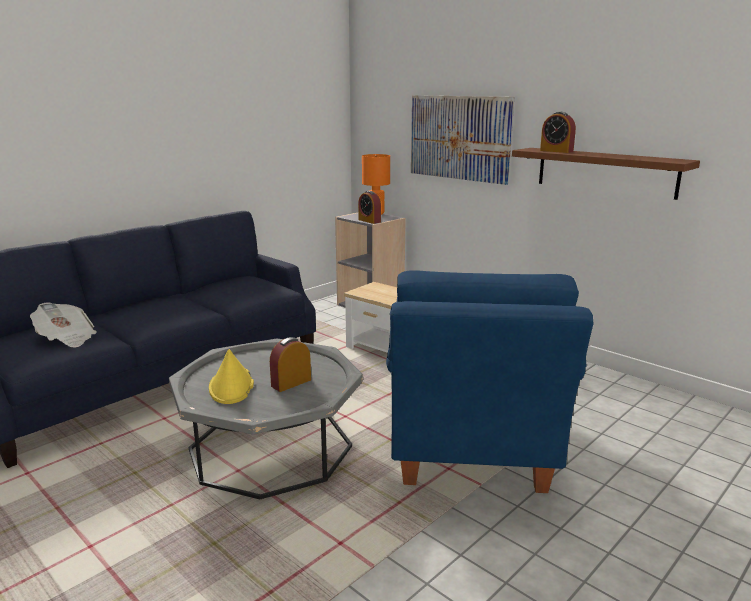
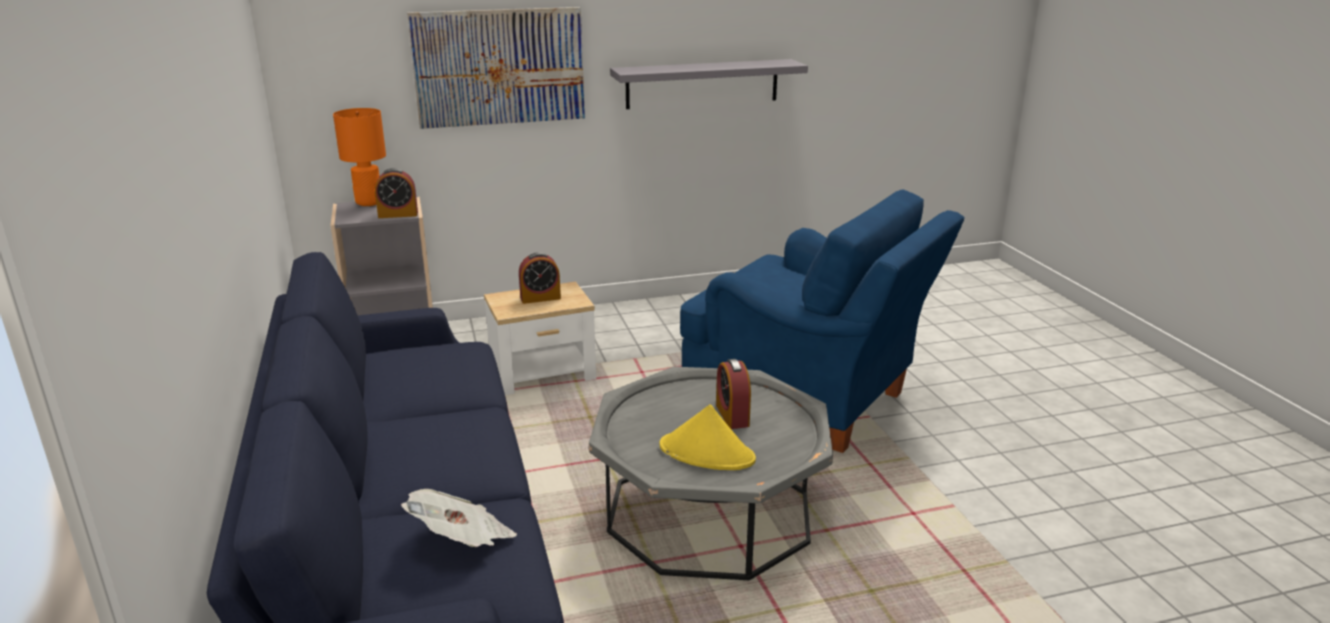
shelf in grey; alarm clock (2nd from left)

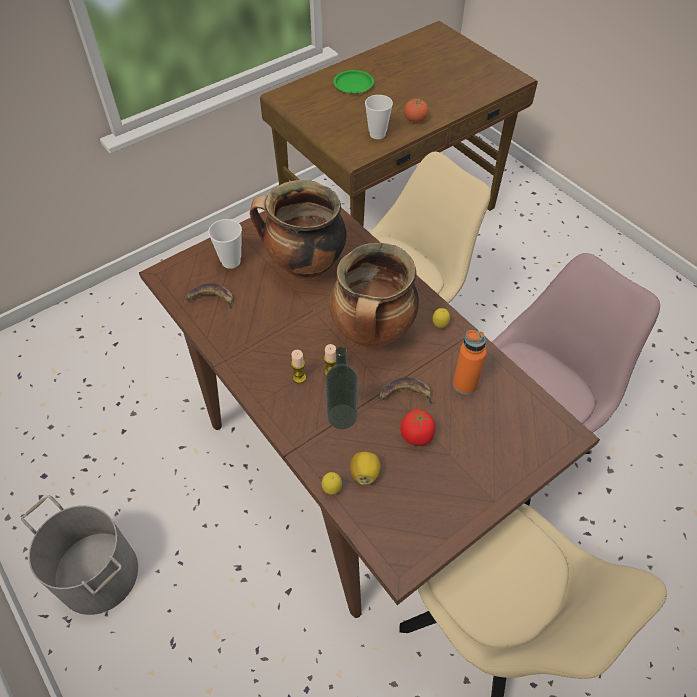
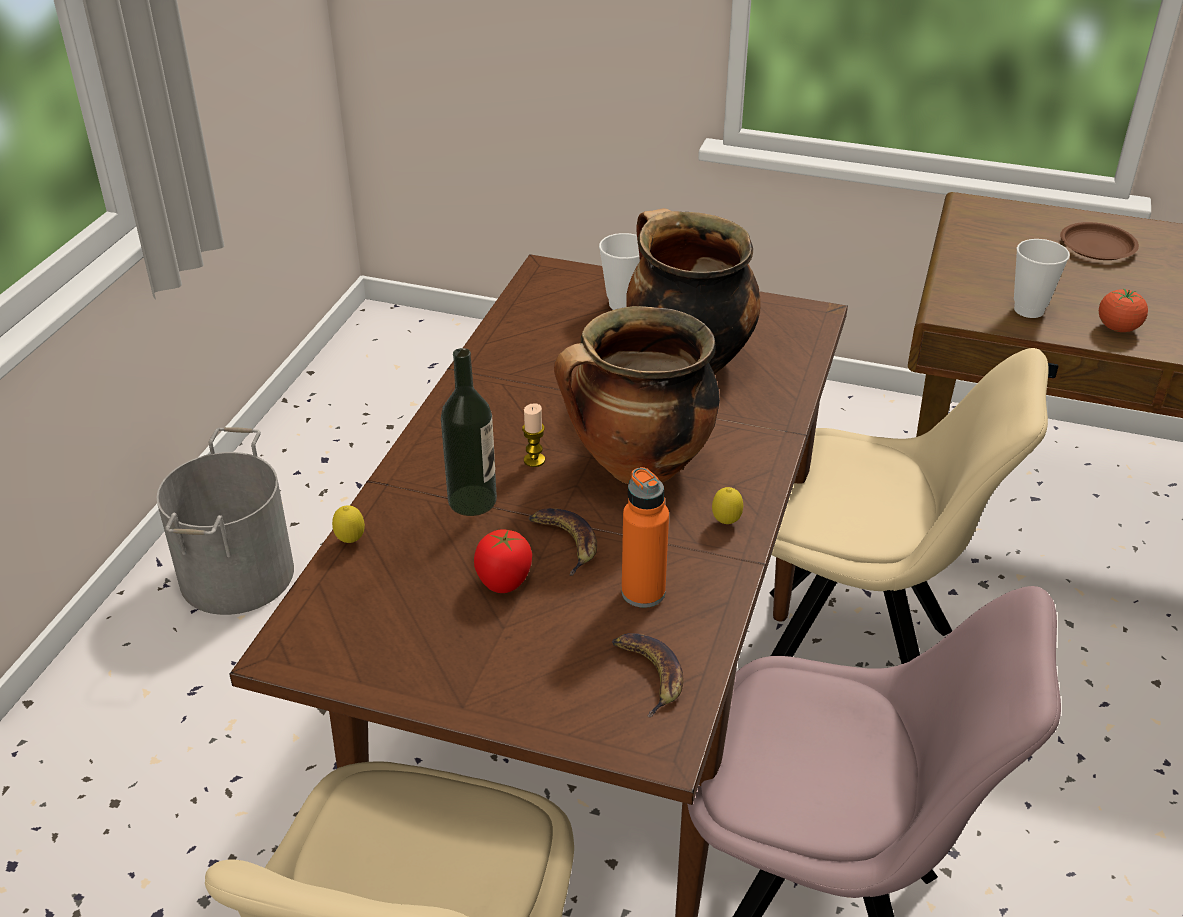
banana (2nd from left); candle (1st from left in the first image); plate in brown; lemon (2nd from left in the first image)

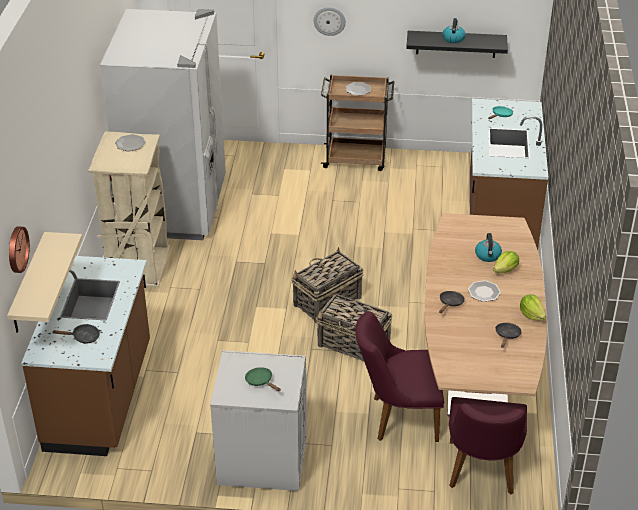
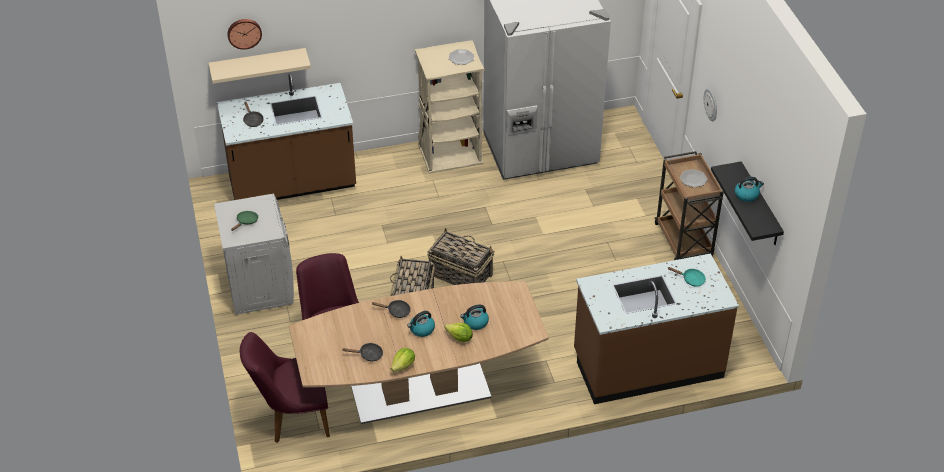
kettle (1st from left)

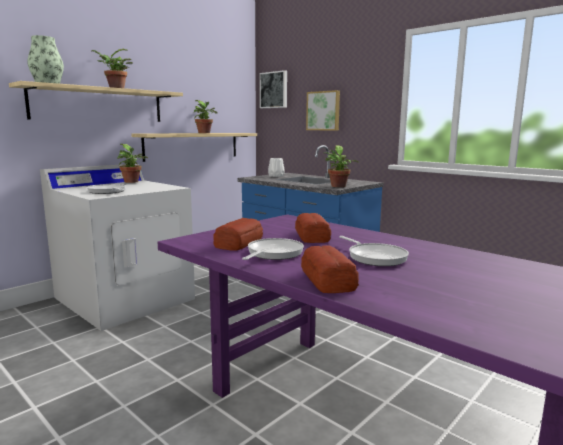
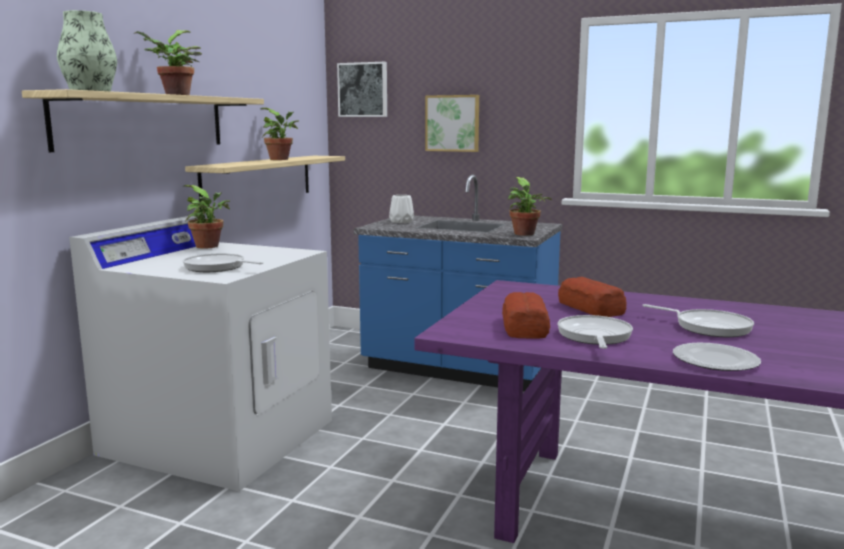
plate

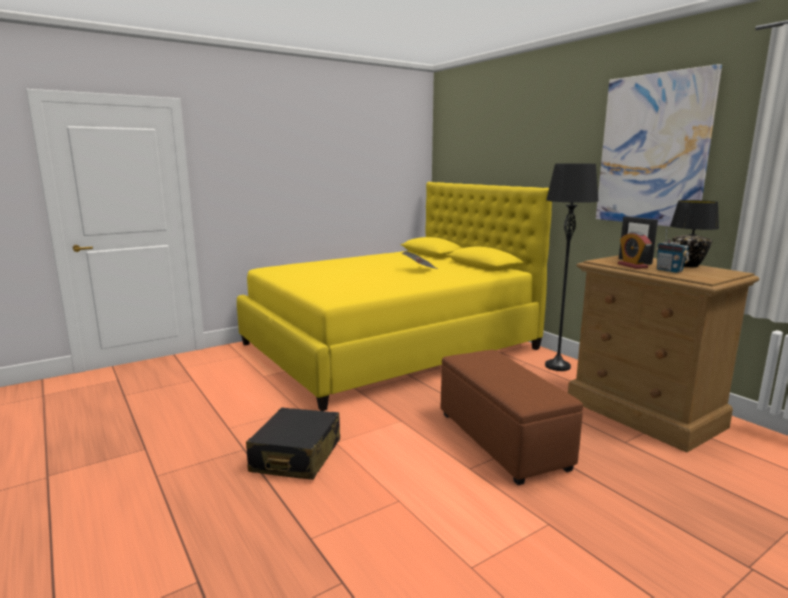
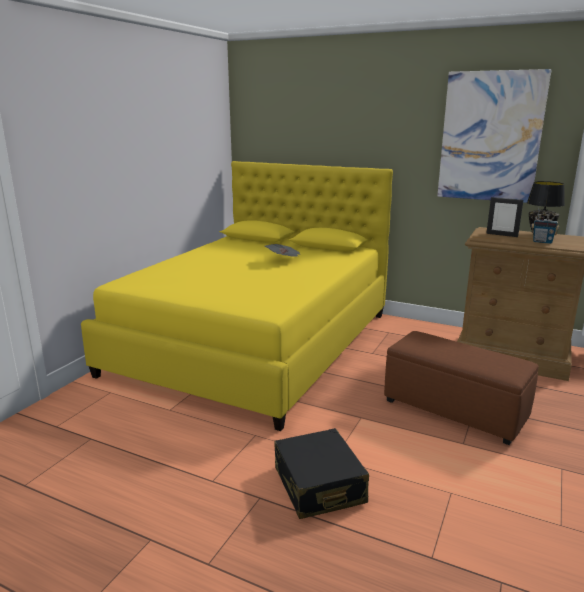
floor lamp in black; alarm clock

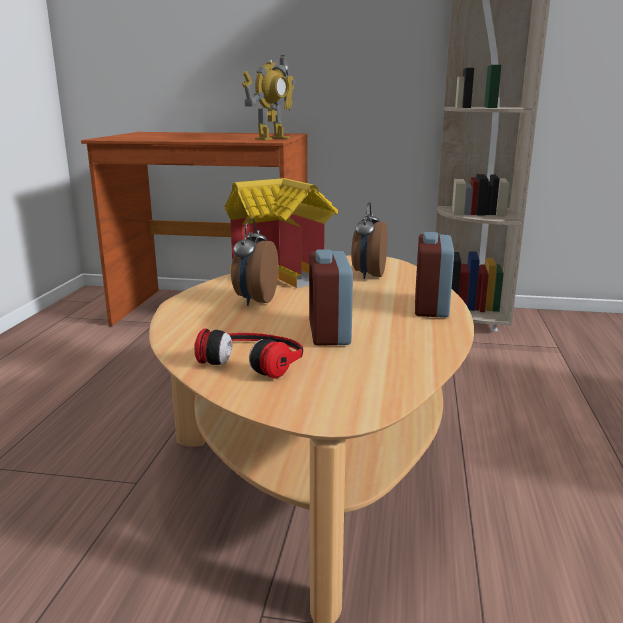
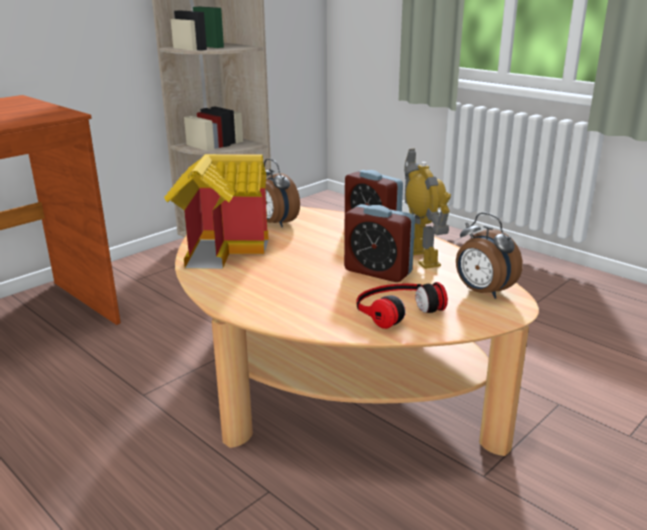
alarm clock (4th from left); toy robot

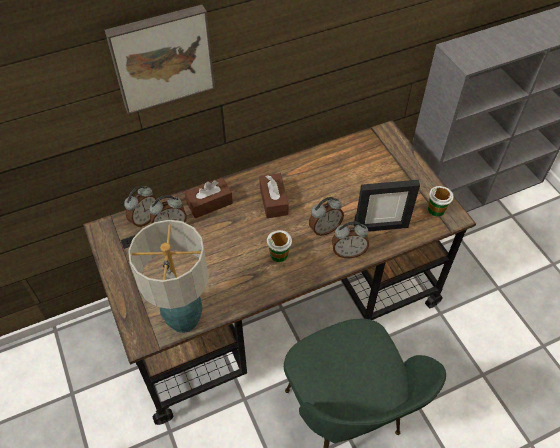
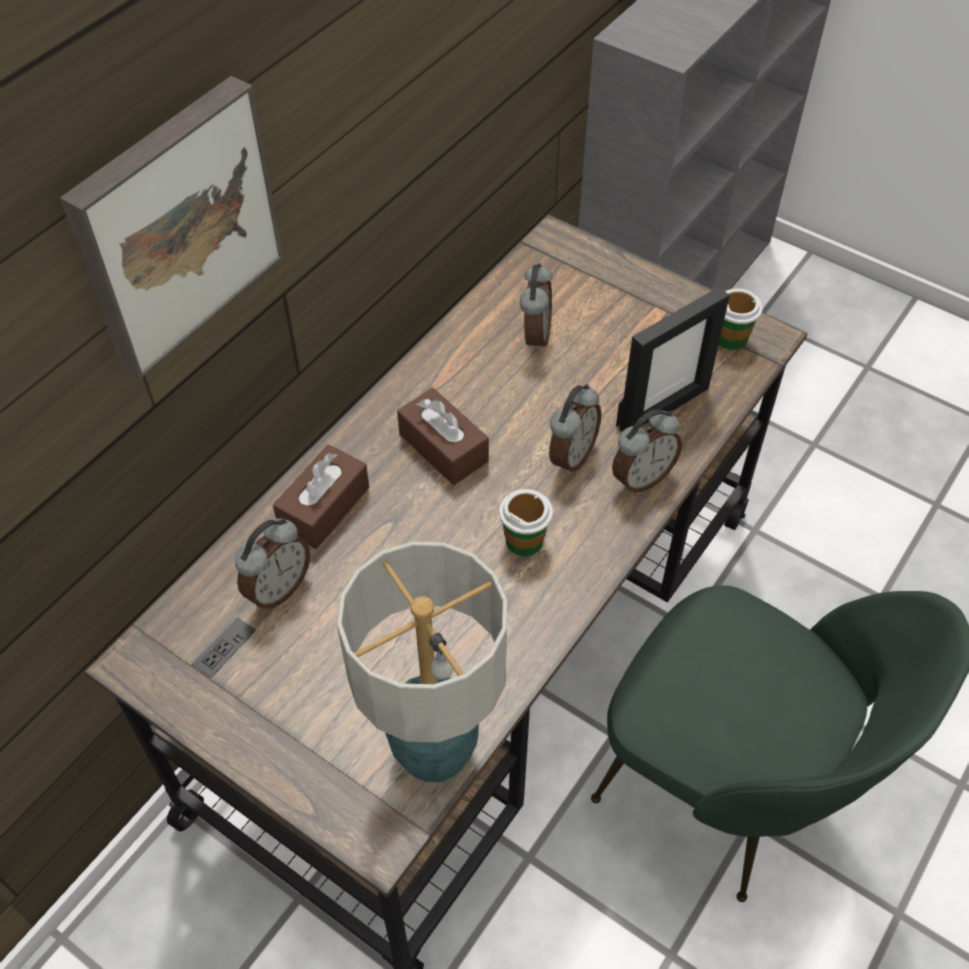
alarm clock (2nd from left)

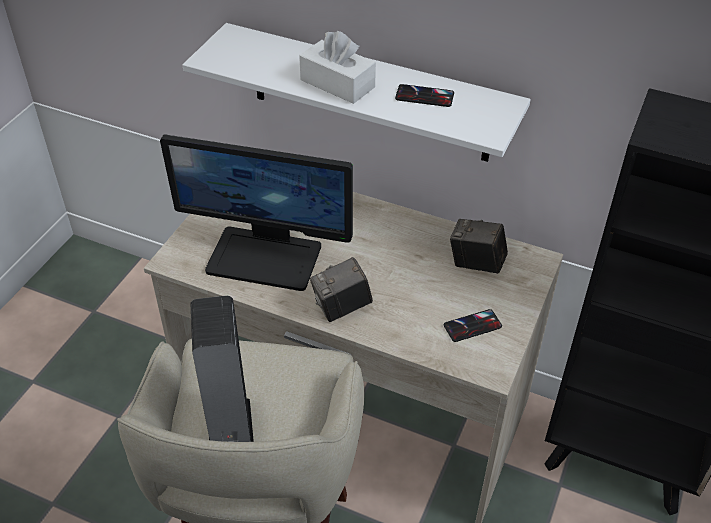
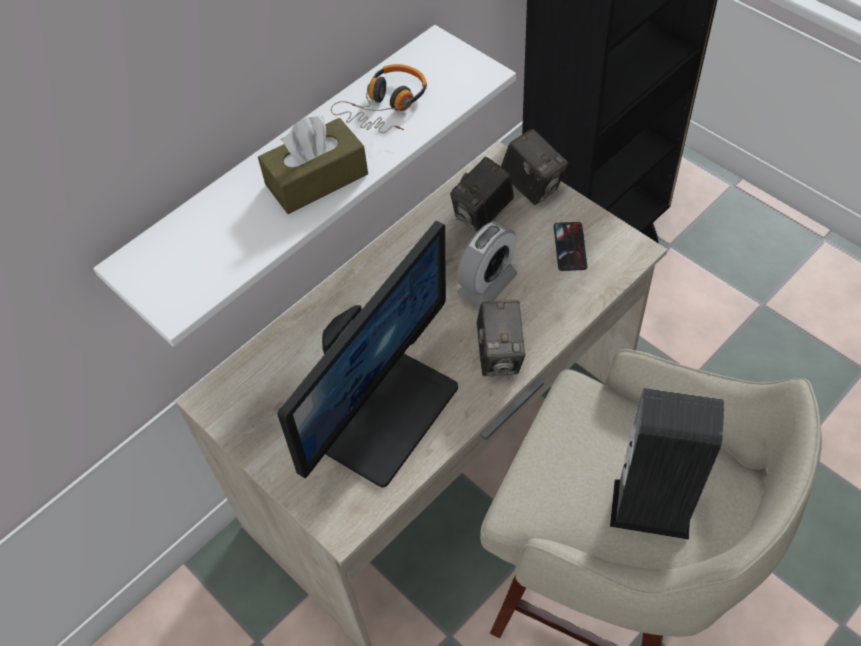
tissue box in brown; headphones; alarm clock; photo camera (3rd from left)

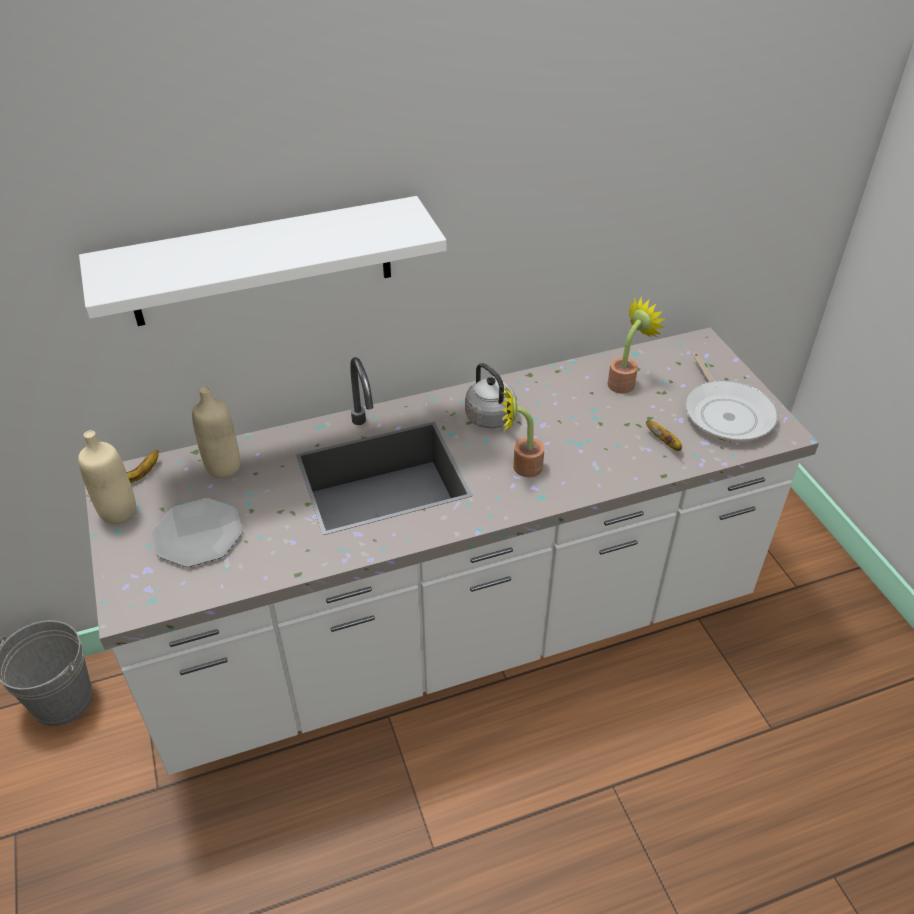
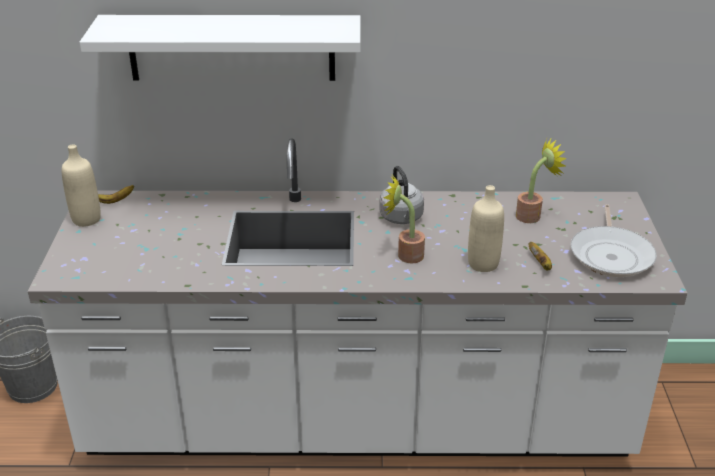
plate; bottle in beige (2nd from left)

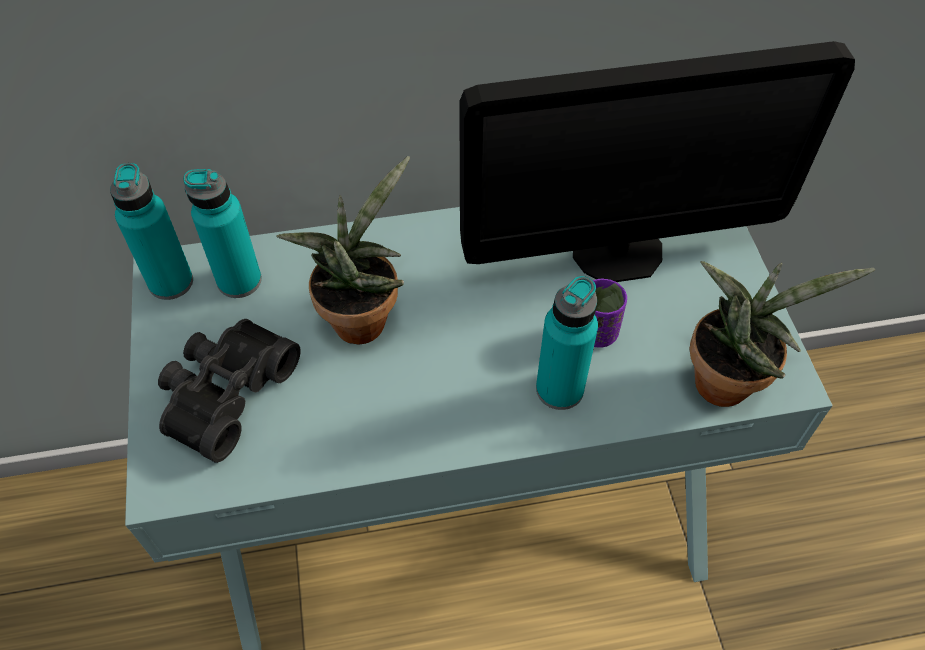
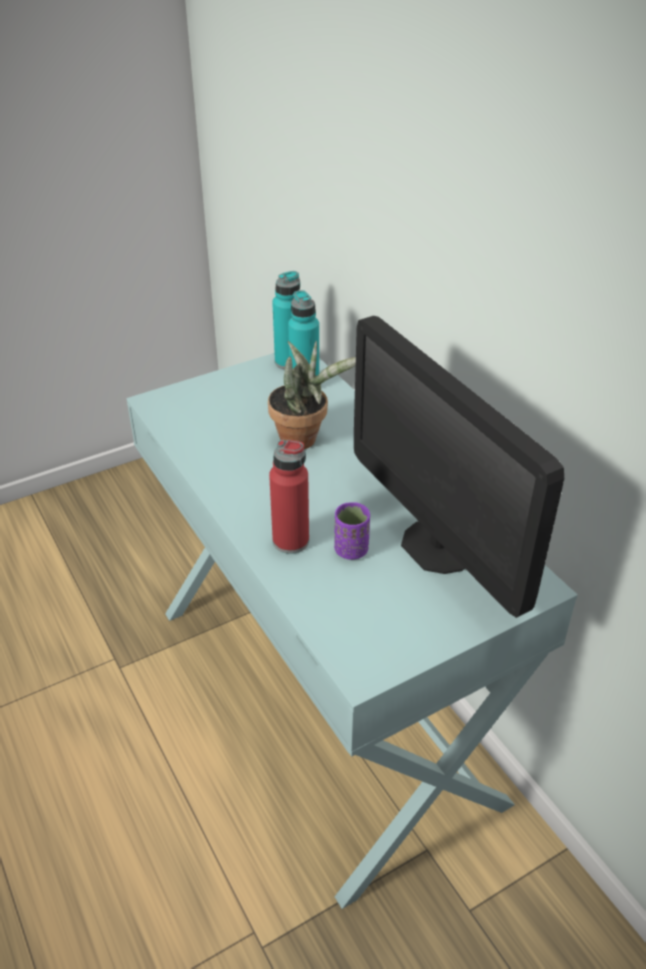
binoculars in black; bottle in red; potted plant (2nd from left in the first image)

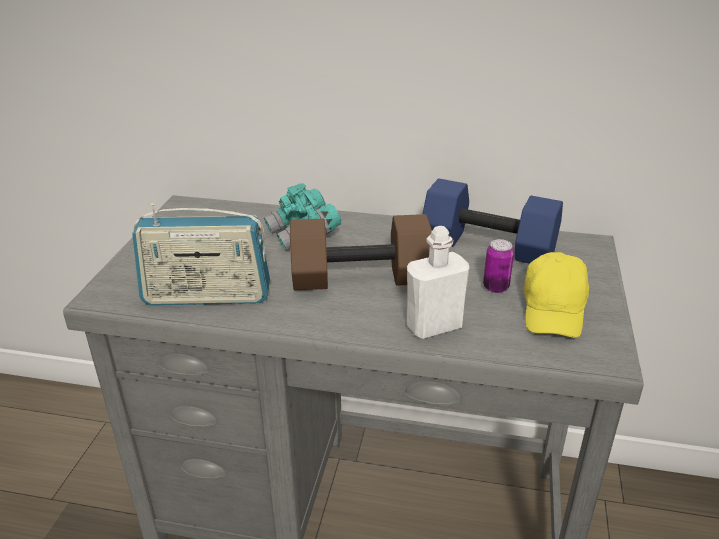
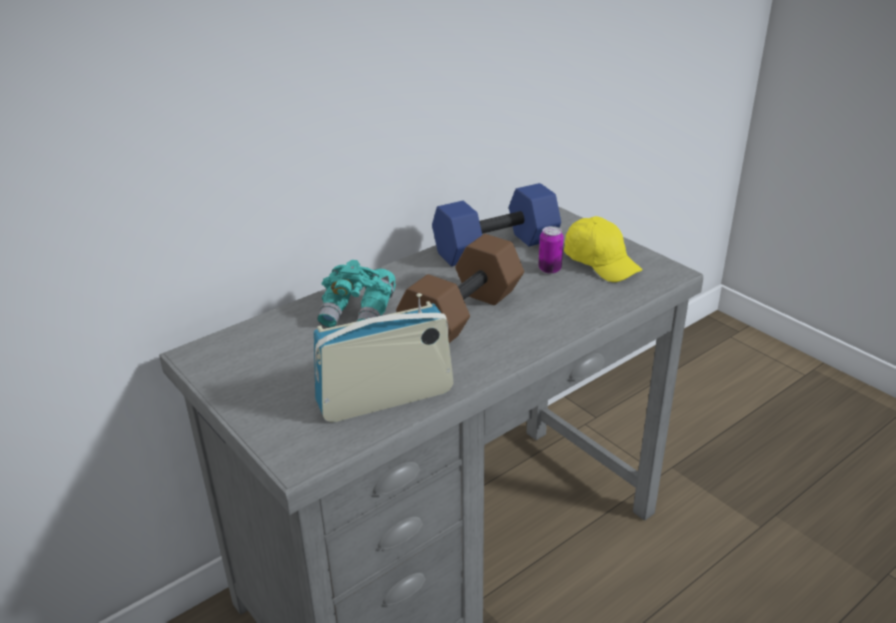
radio; bottle in white

